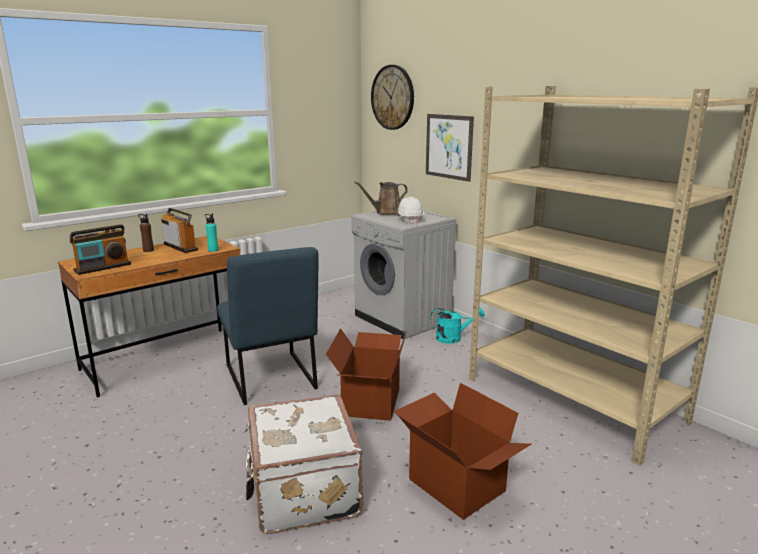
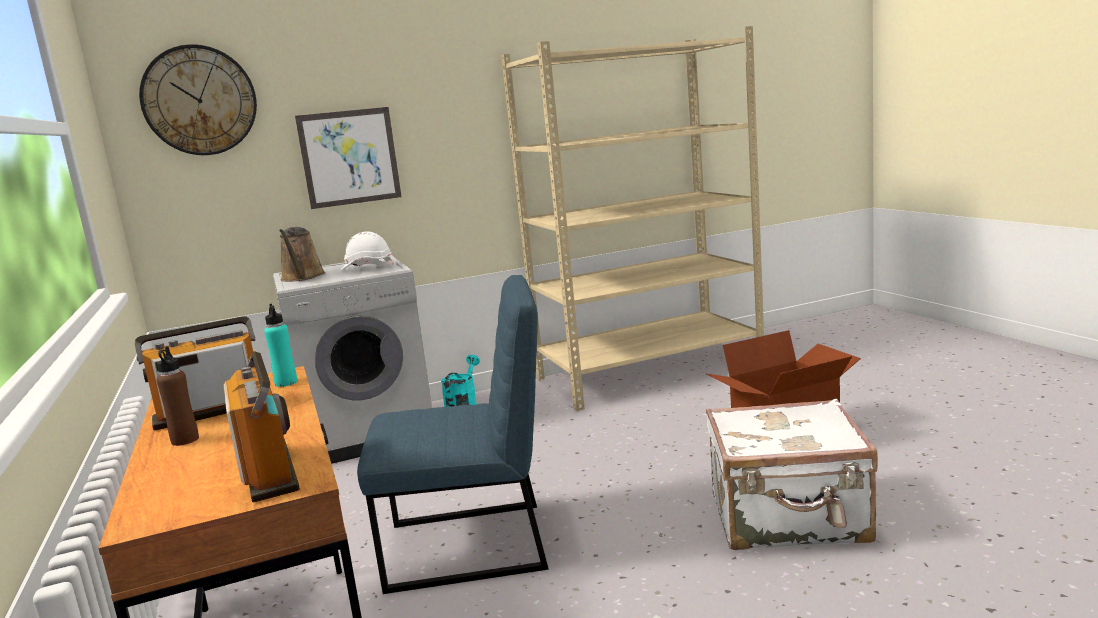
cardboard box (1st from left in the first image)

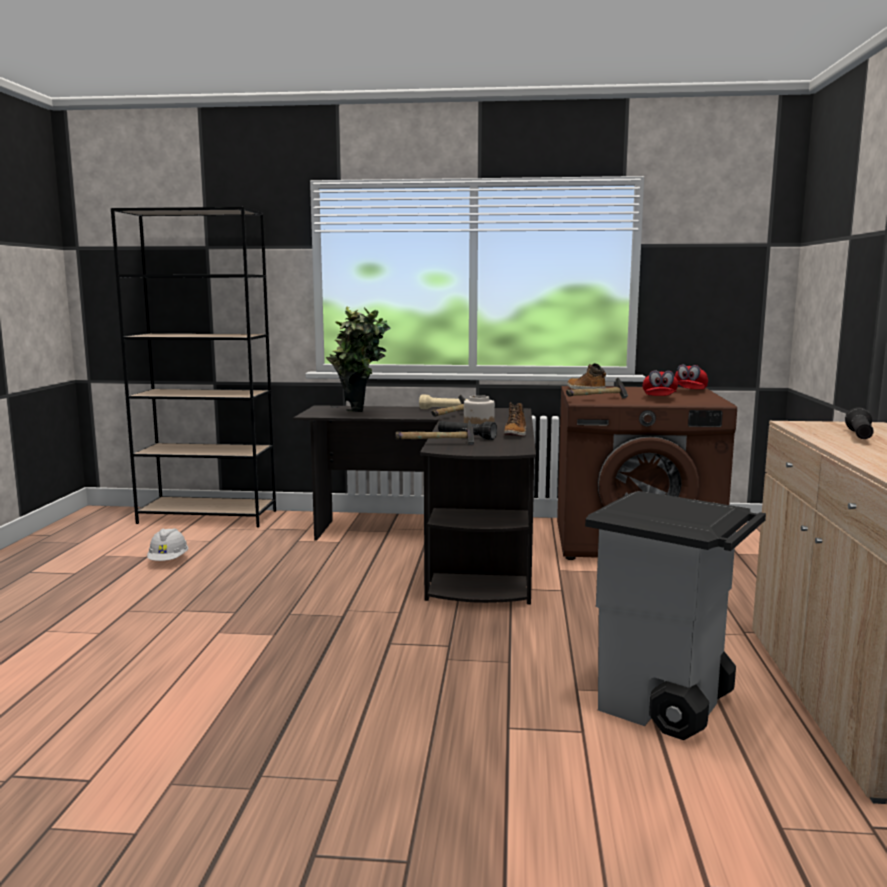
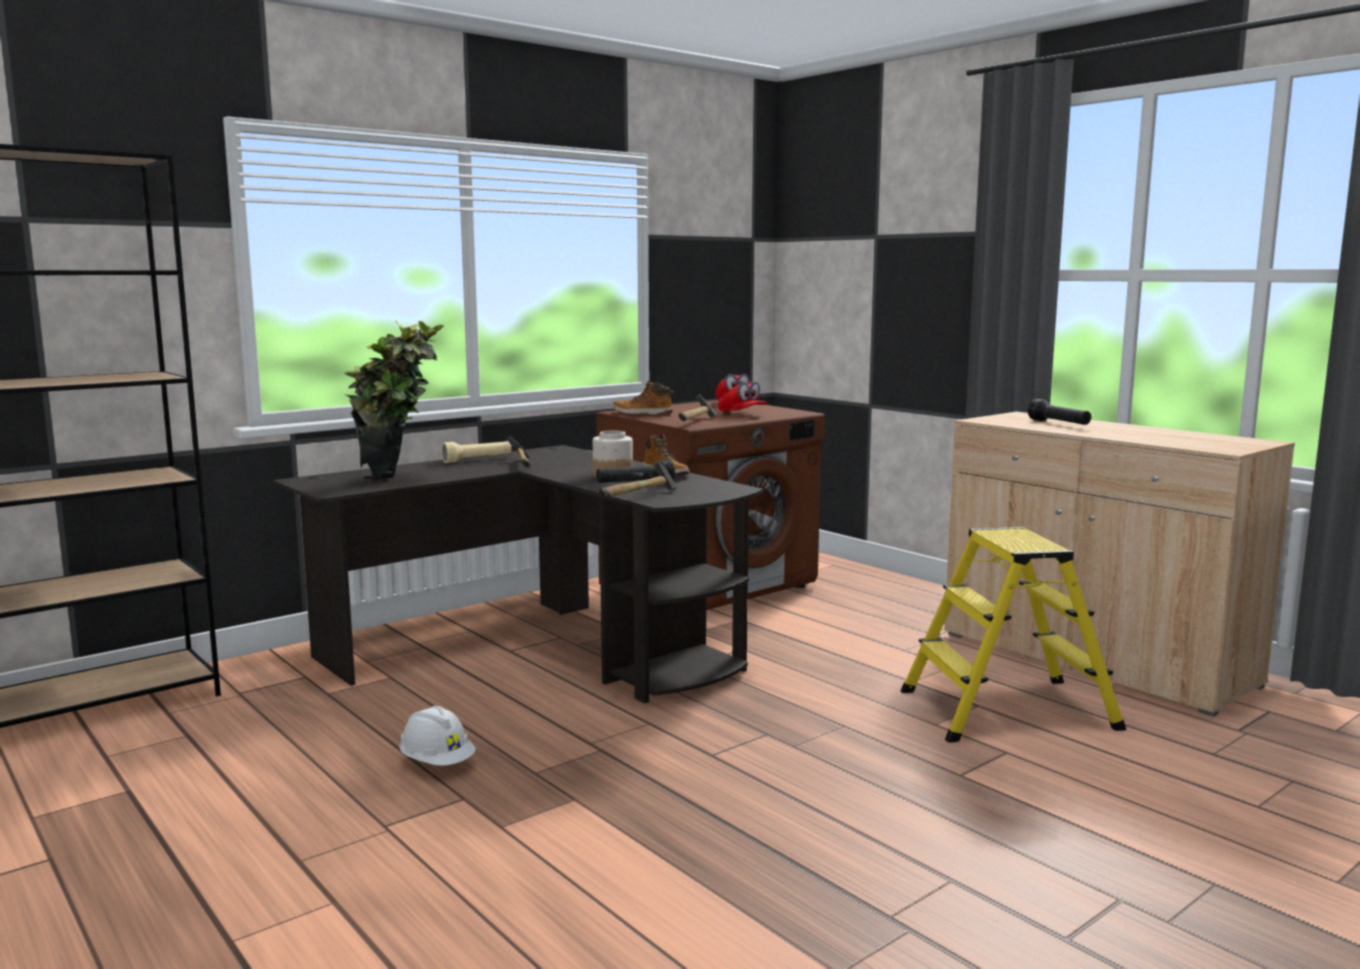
hard hat in white; step ladder in yellow

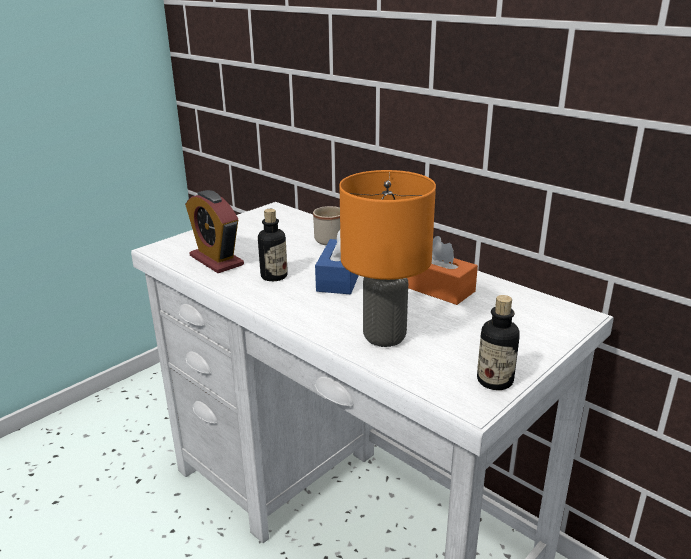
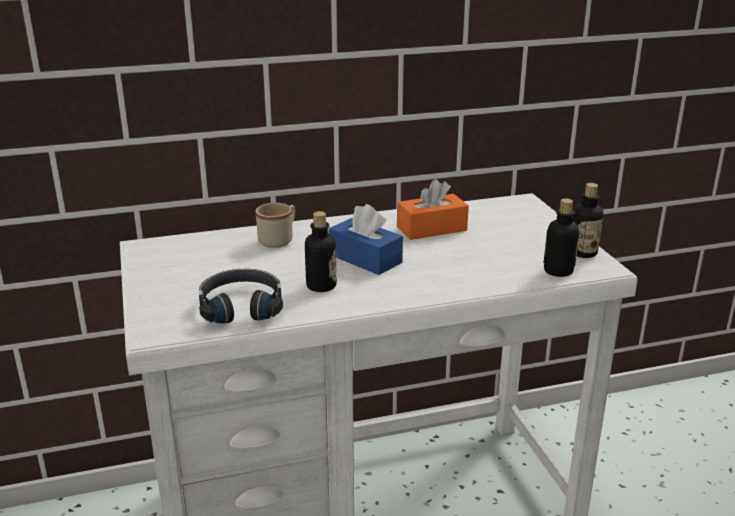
headphones in black; table lamp in orange; bottle (2nd from left)

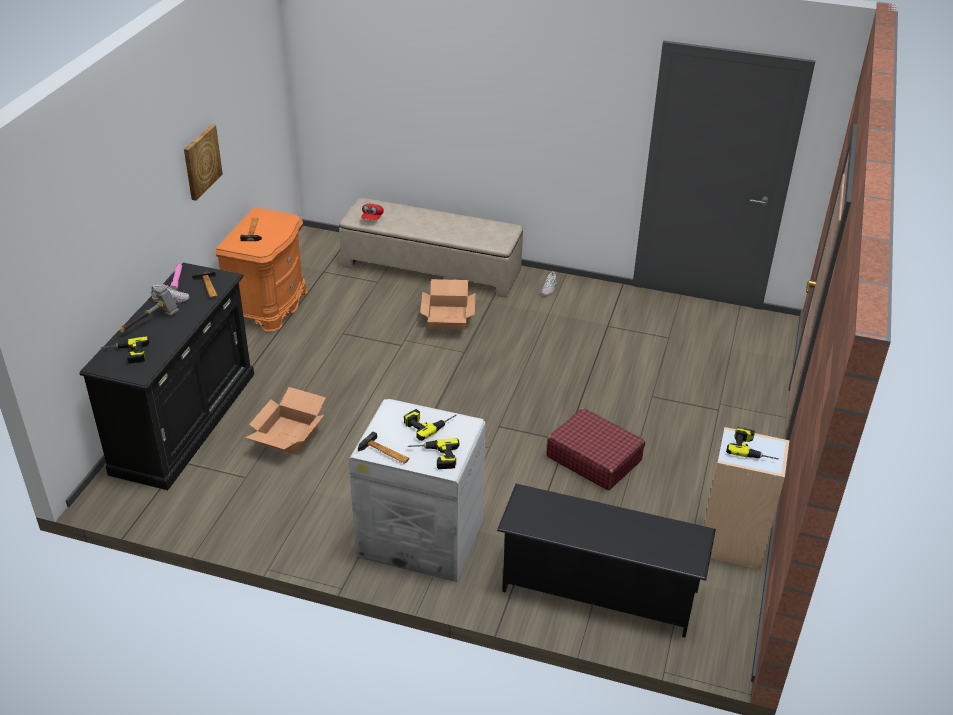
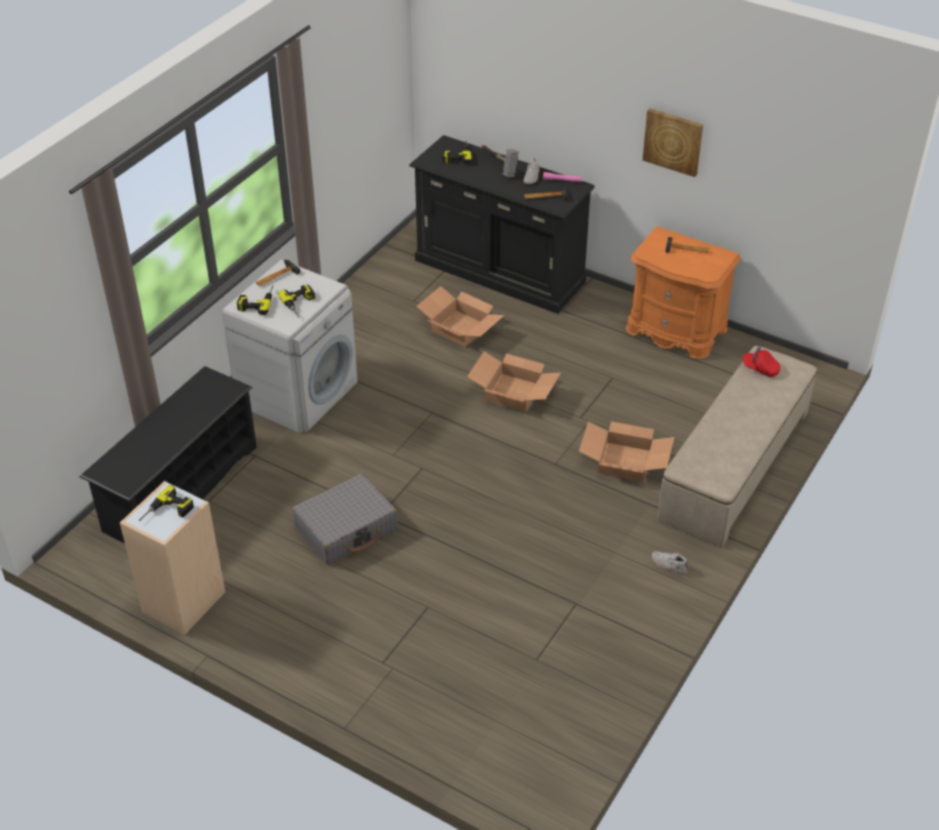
suitcase in grey; cardboard box (2nd from left)

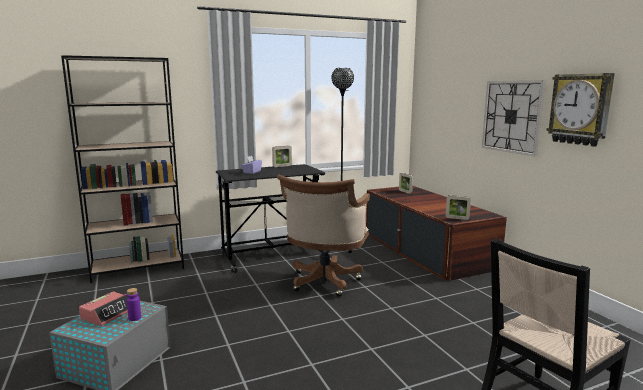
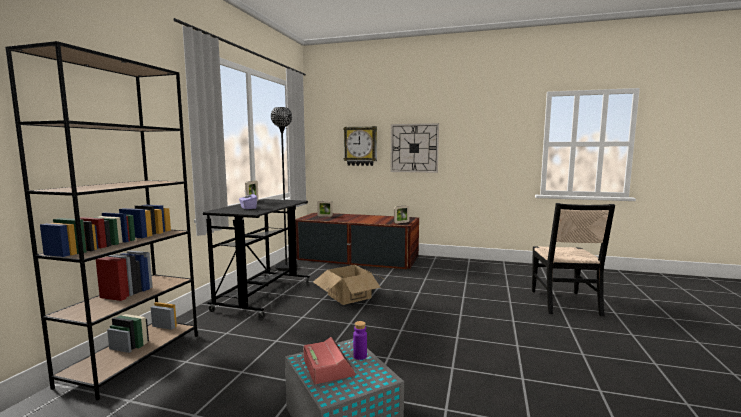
cardboard box; wall clock (1st from left)

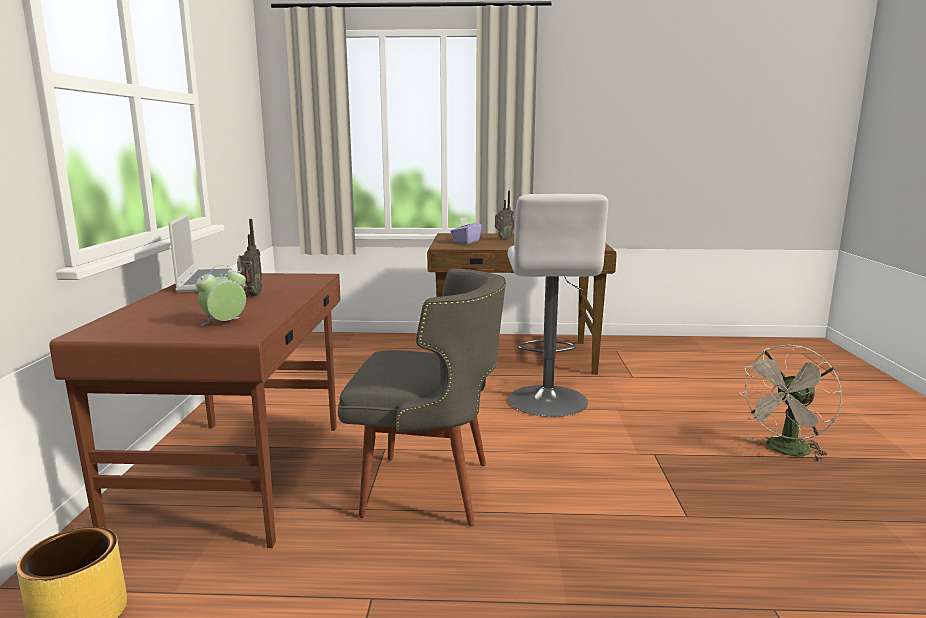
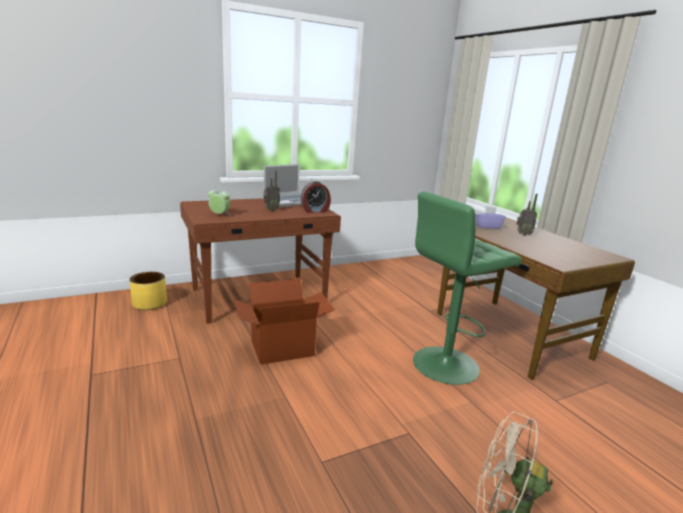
cardboard box; stool in green; alarm clock (2nd from left)

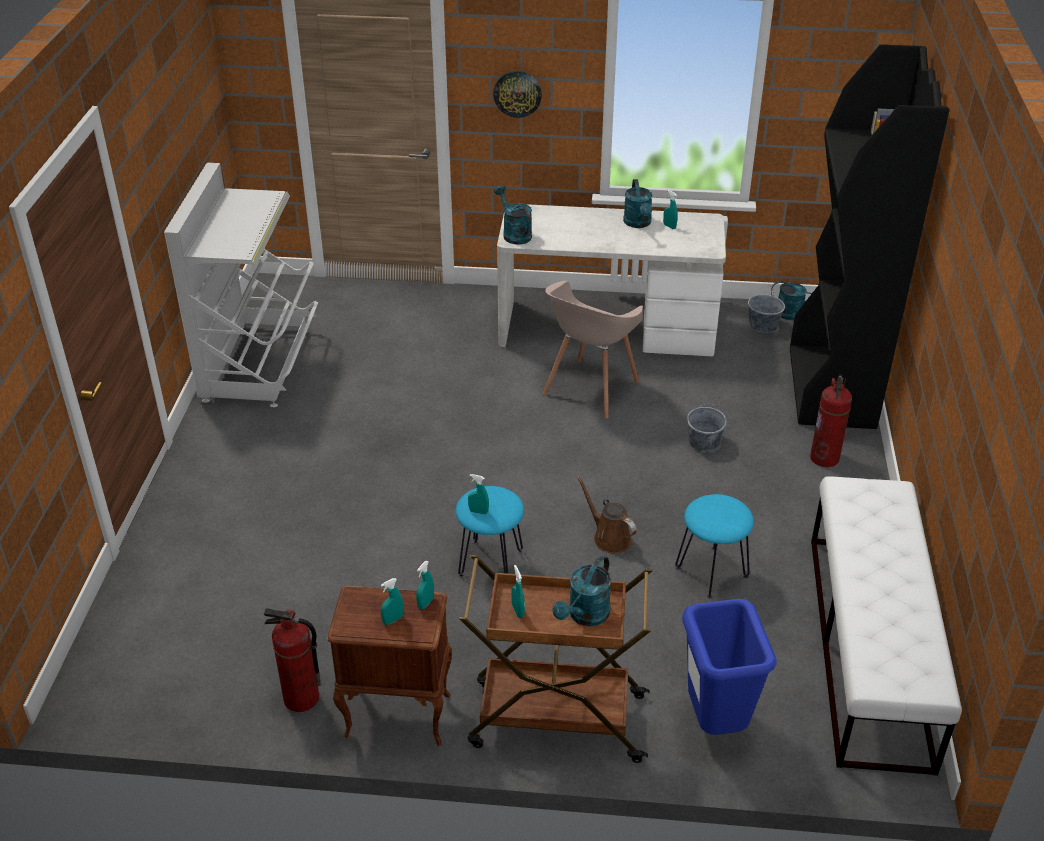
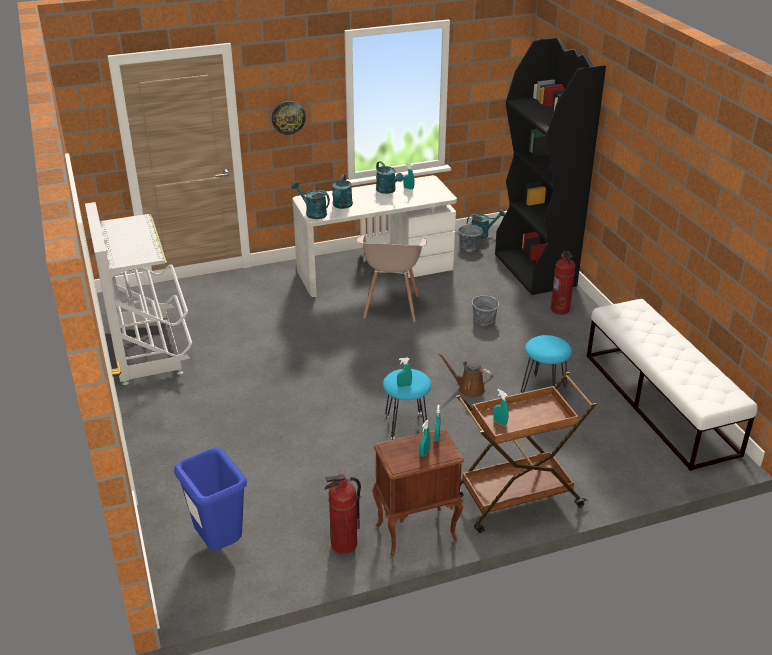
watering can in turquoise (2nd from left); trash can in blue

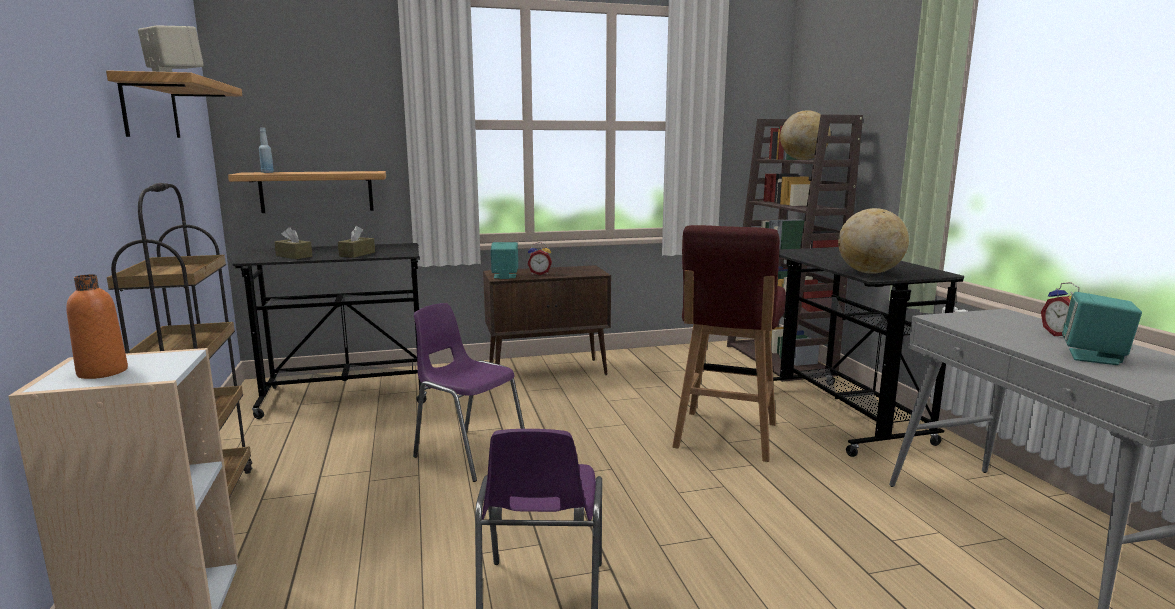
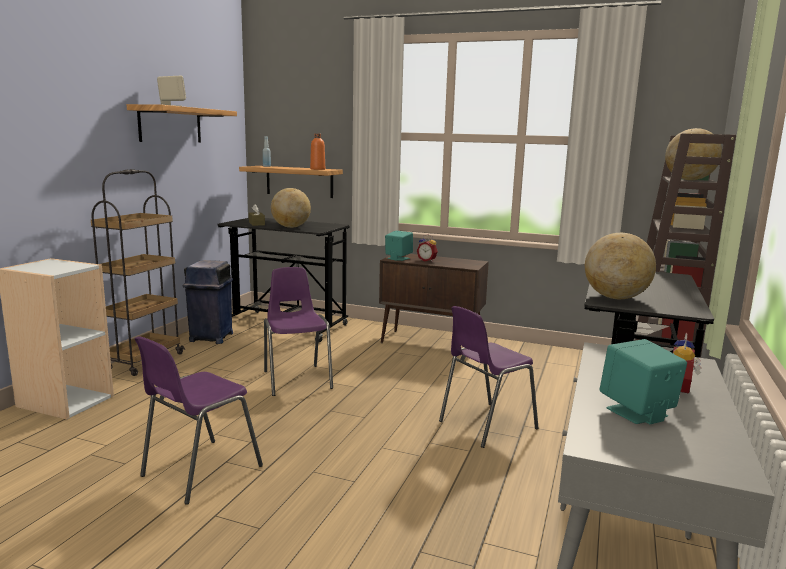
bottle in orange; globe (1st from left); chair in purple (3rd from left); trash can in blue

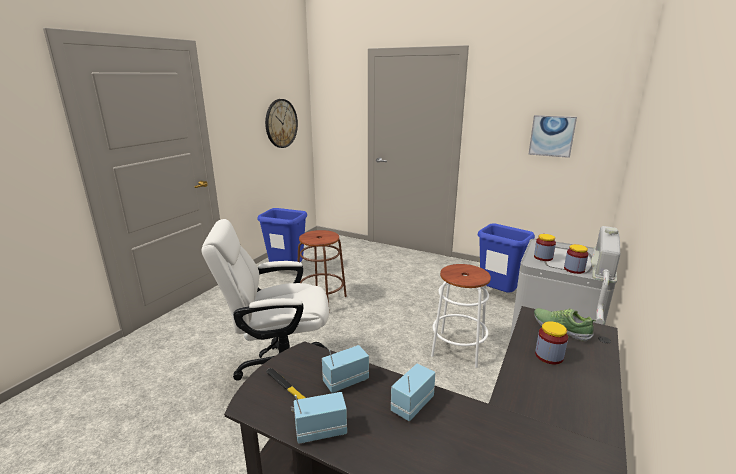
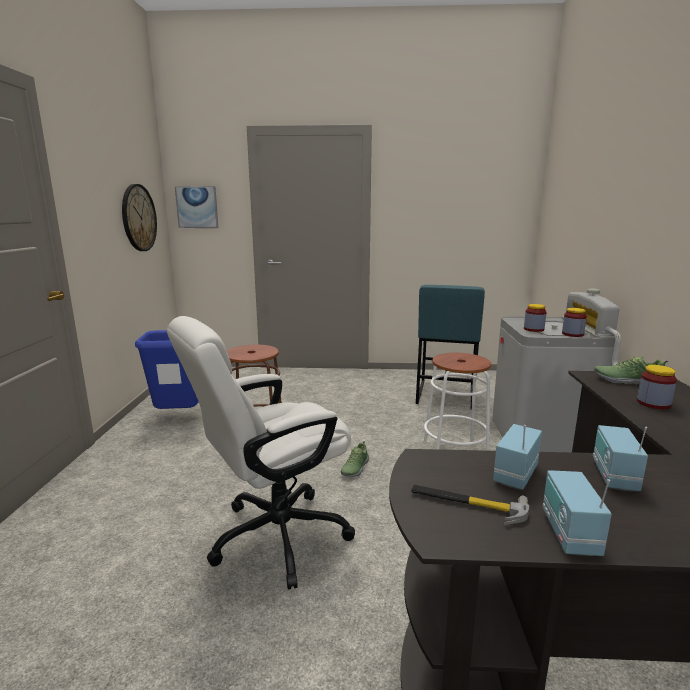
radio (2nd from left); stool in blue; picture; shoe (1st from left)

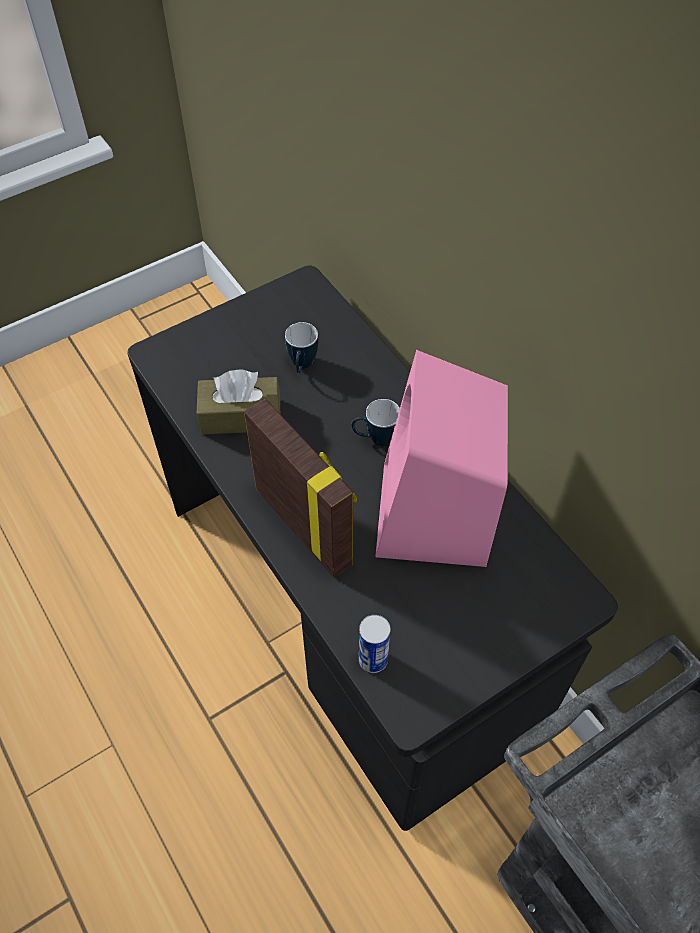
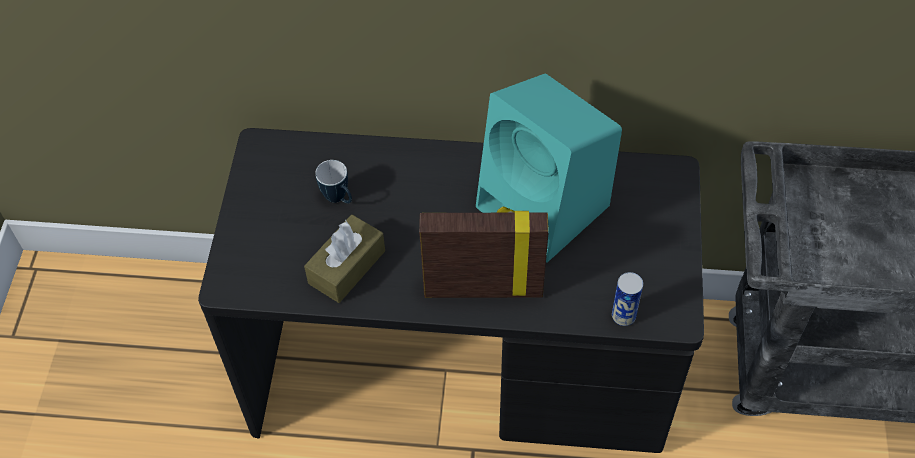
mug (2nd from left in the first image); speaker in turquoise

